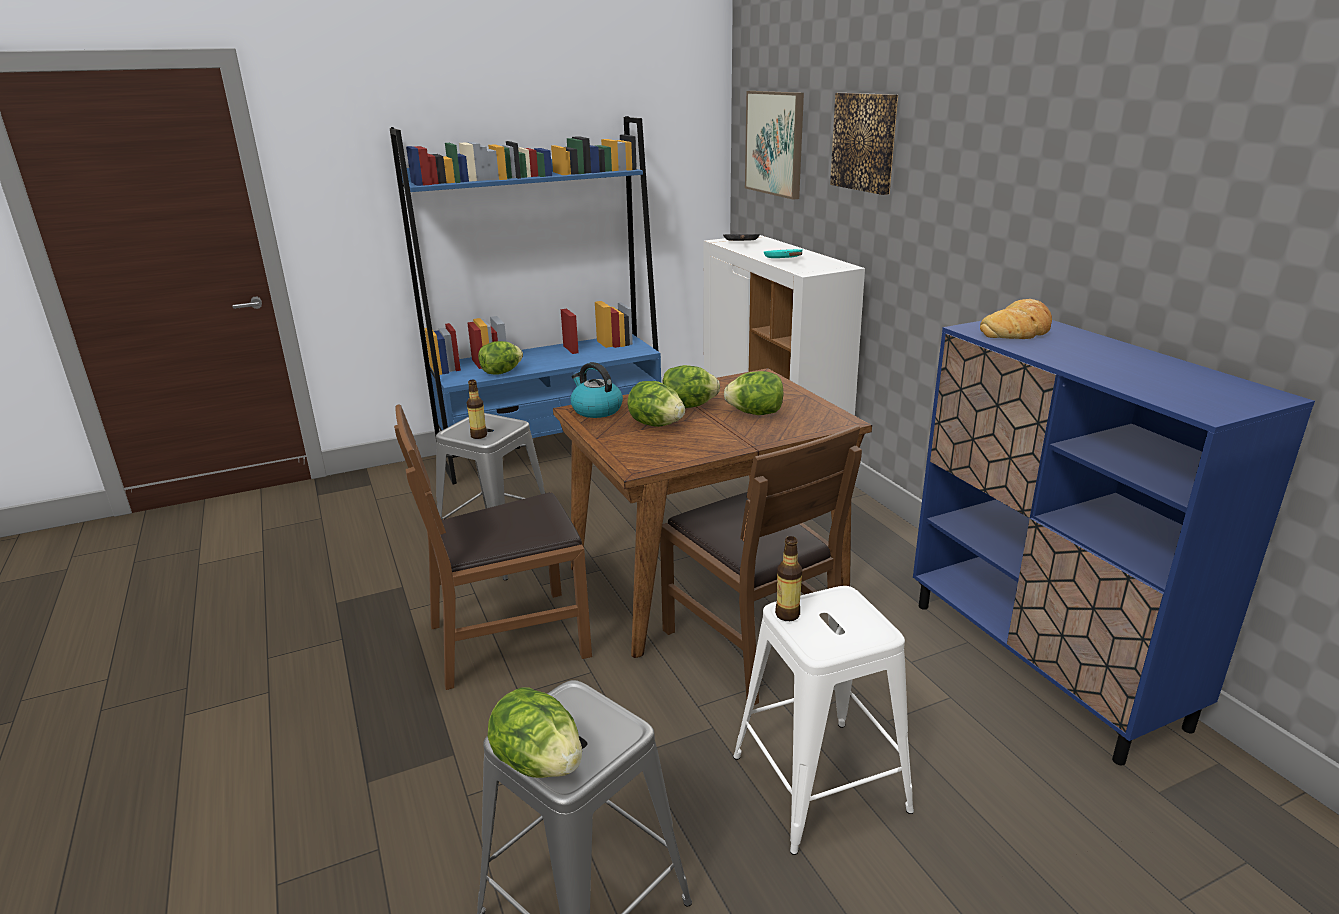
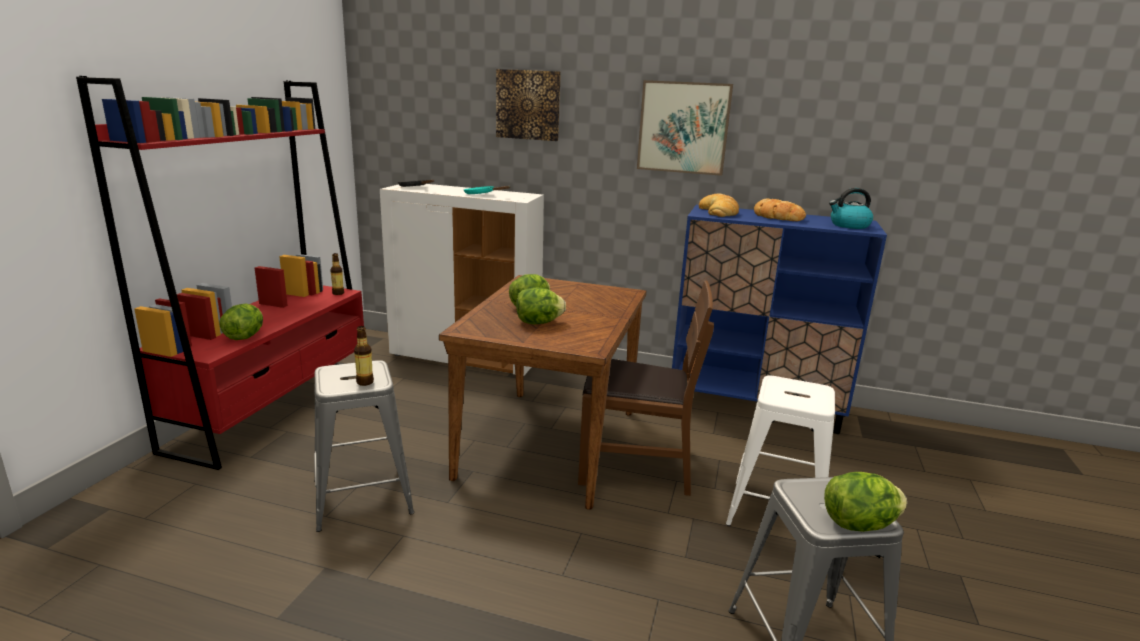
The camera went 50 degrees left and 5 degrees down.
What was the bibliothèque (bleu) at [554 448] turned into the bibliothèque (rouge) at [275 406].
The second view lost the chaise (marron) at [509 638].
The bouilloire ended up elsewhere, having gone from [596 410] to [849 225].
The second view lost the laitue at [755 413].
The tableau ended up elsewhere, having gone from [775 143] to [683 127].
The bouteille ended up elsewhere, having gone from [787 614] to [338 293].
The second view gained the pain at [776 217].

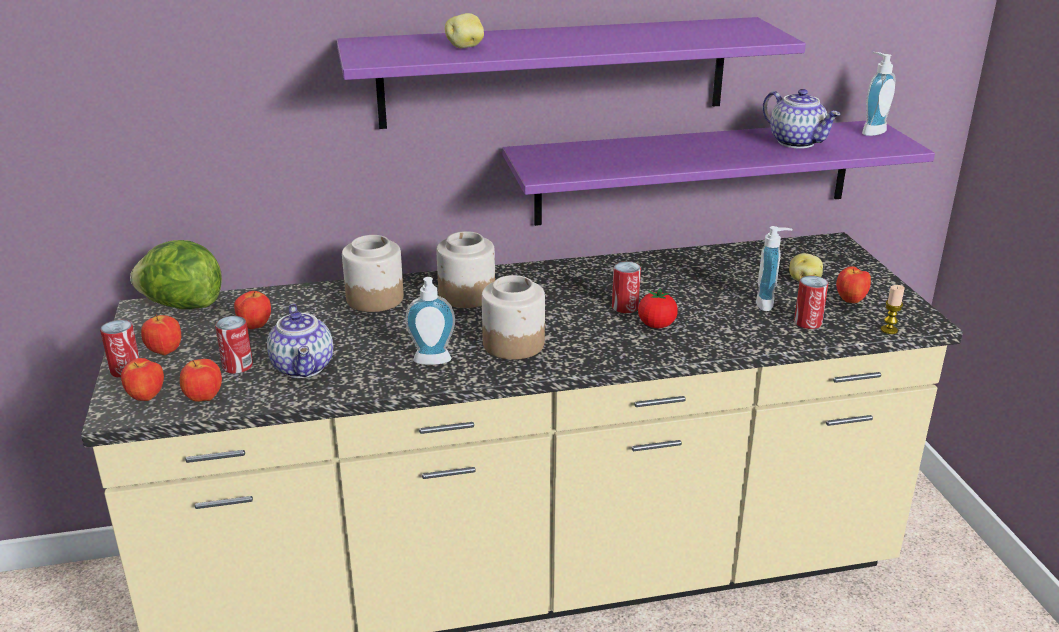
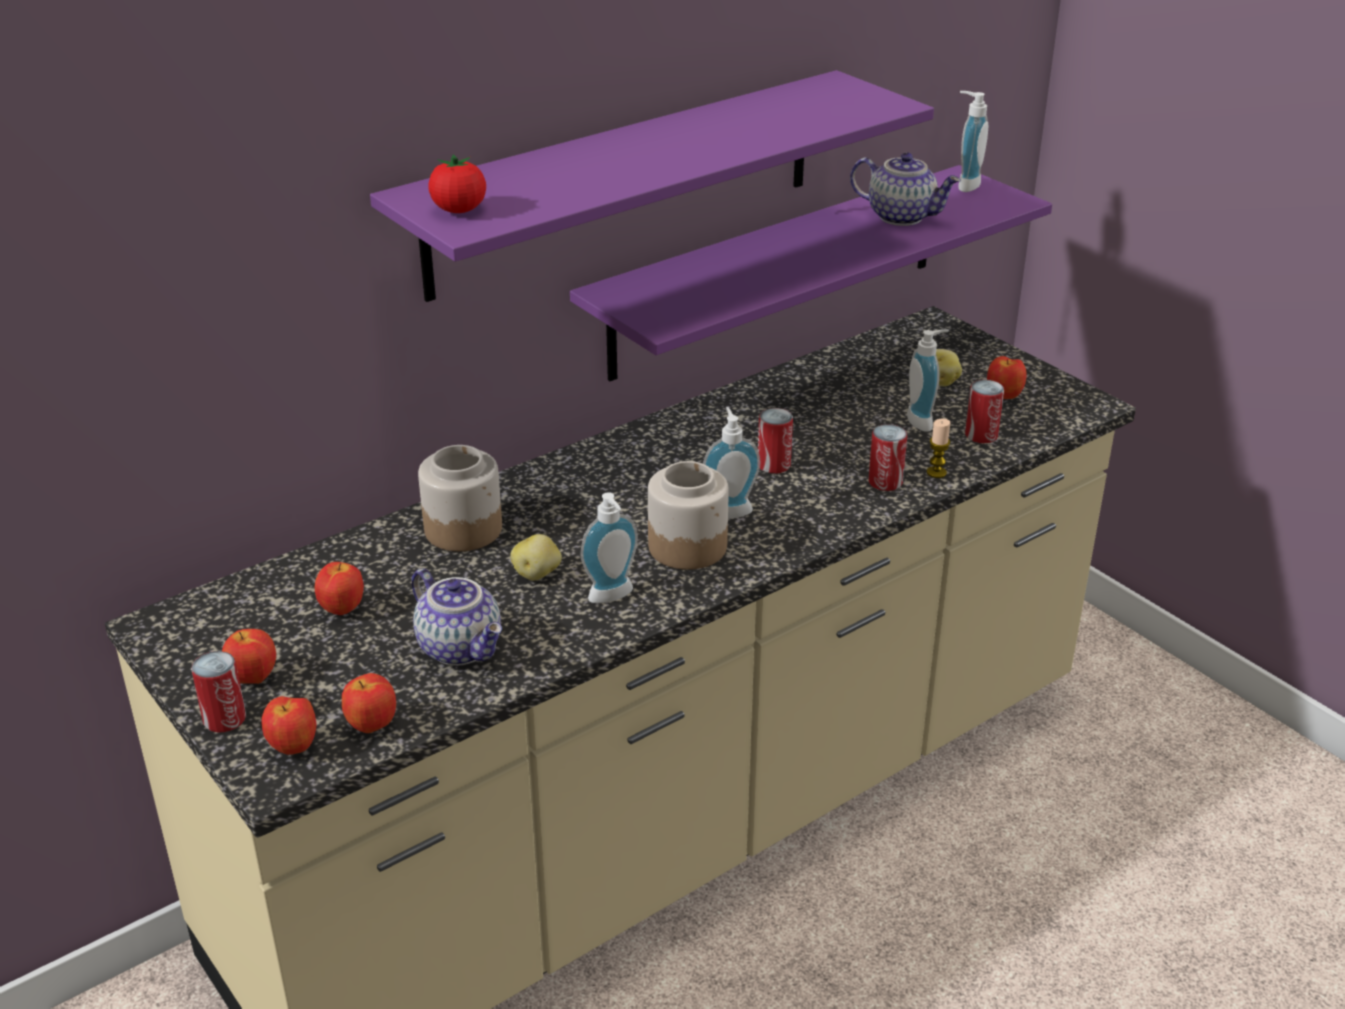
The camera went 25 degrees left and 5 degrees up.
The second view lost the laitue at [182 305].
The boîte métallique ended up elsewhere, having gone from [237 366] to [885 482].
The second view lost the bocal at [466 295].
The pomme de terre ended up elsewhere, having gone from [465 47] to [537 574].
The tomate ended up elsewhere, having gone from [656 325] to [459 210].
The bougie ended up elsewhere, having gone from [889 330] to [936 472].
The second view gained the distributeur de savon at [729 509].

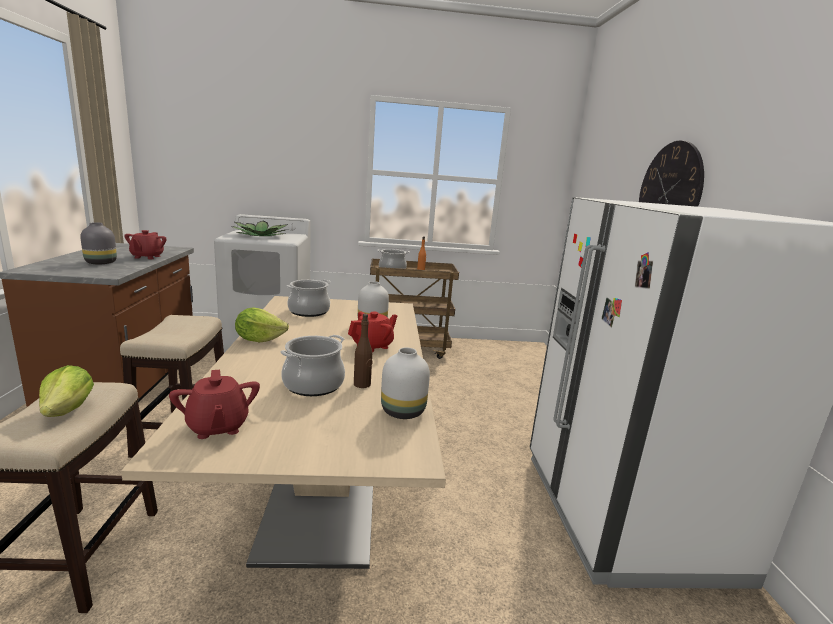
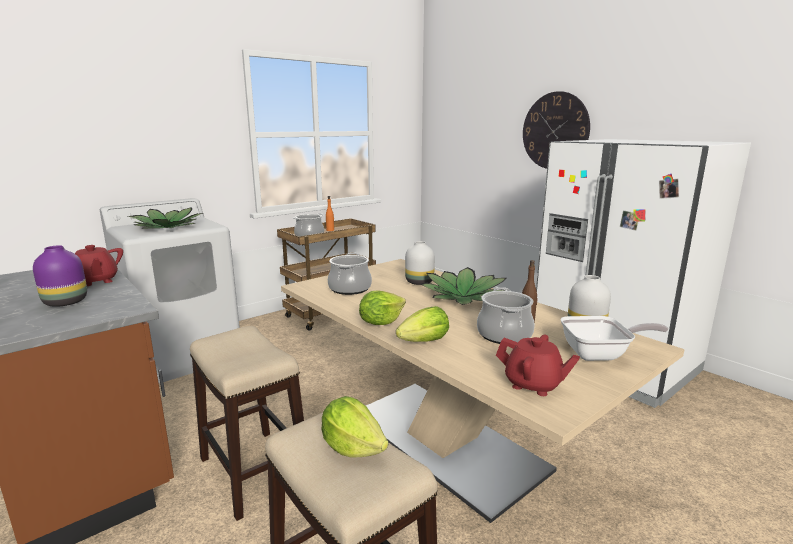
The camera went 35 degrees left and 0 degrees up.
What was the vase (gris) at [101 263] turned into the vase (violet) at [66 302].
Where the théière (rouge) stood at [373 346], the plante en pot came to stand at [464 297].
The second view gained the laitue at [424 342].
The second view gained the poêle at [600 354].

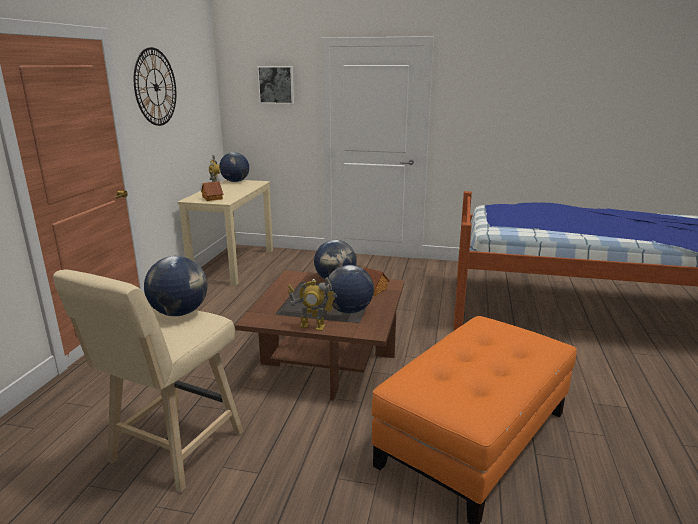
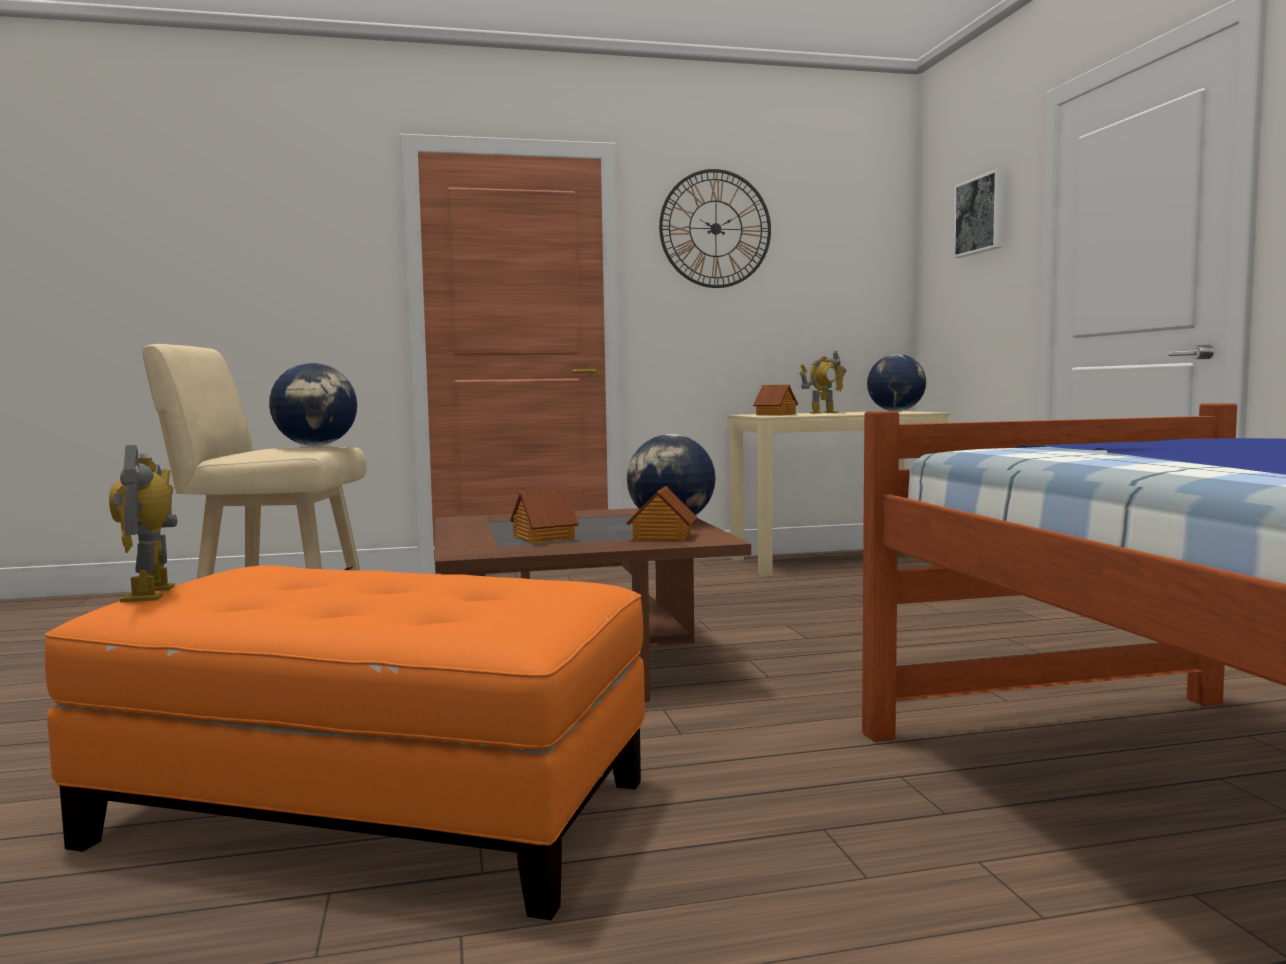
The camera went 65 degrees right and 15 degrees down.
The robot jouet ended up elsewhere, having gone from [312 326] to [151 594].
Where the globe stood at [349 311], the maison miniature came to stand at [543 538].

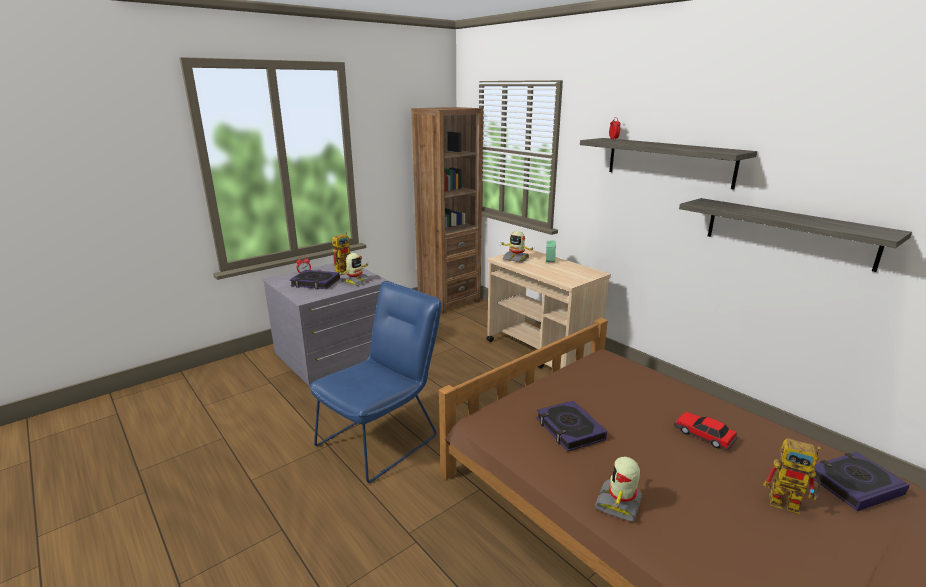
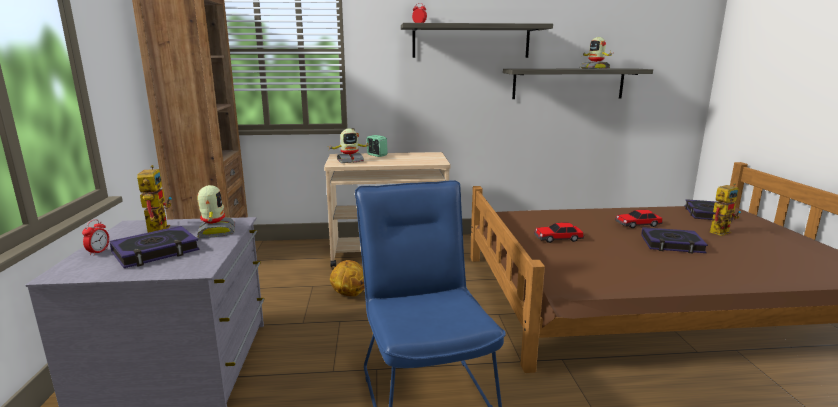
The camera went 55 degrees left and 5 degrees down.
The livre ended up elsewhere, having gone from [569 429] to [672 244].
The robot jouet ended up elsewhere, having gone from [619 504] to [594 68].
The second view gained the ballon de basket at [349 294].
The second view gained the petite voiture at [557 238].

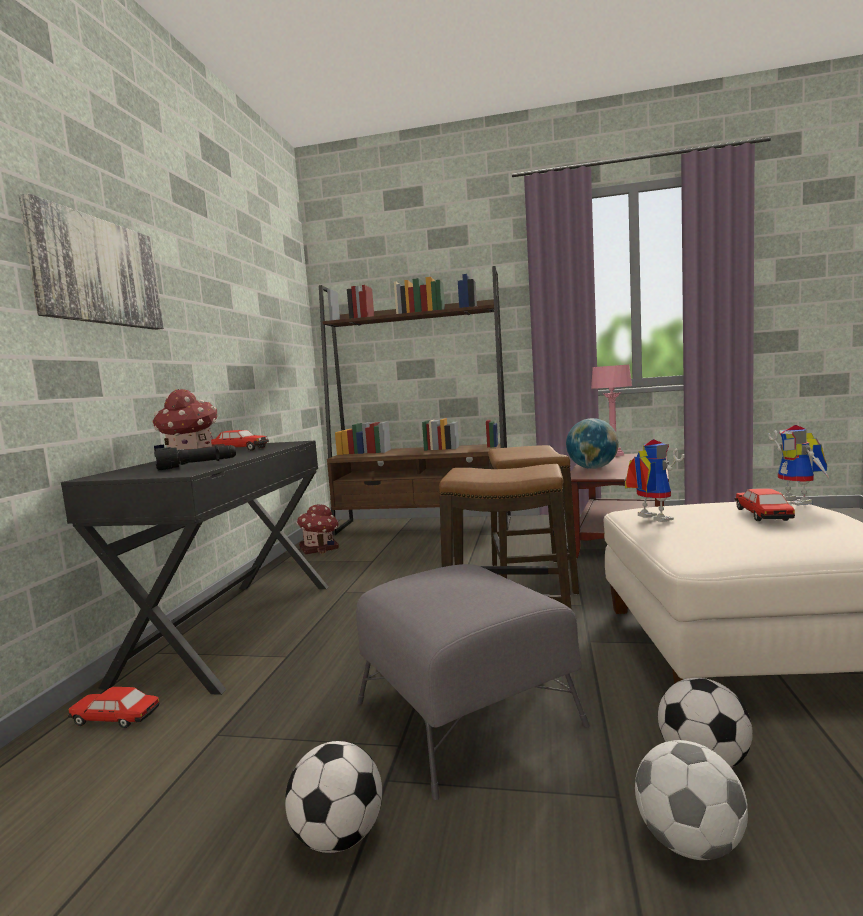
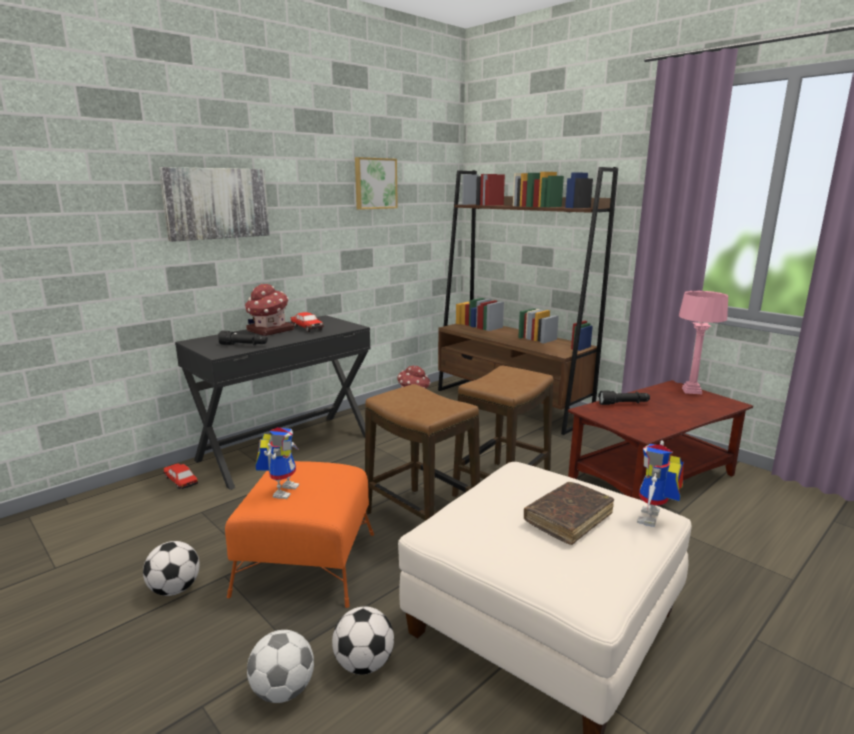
The camera went 35 degrees right and 10 degrees up.
What was the pouf (gris) at [466 712] turned into the pouf (orange) at [307 562].
Where the globe stood at [593 468], the lampe de poche (noir) came to stand at [623 404].
The robot jouet ended up elsewhere, having gone from [648 518] to [282 489].
Where the petite voiture stood at [762 515], the livre (marron) came to stand at [568 519].
The second view gained the tableau at [375 183].

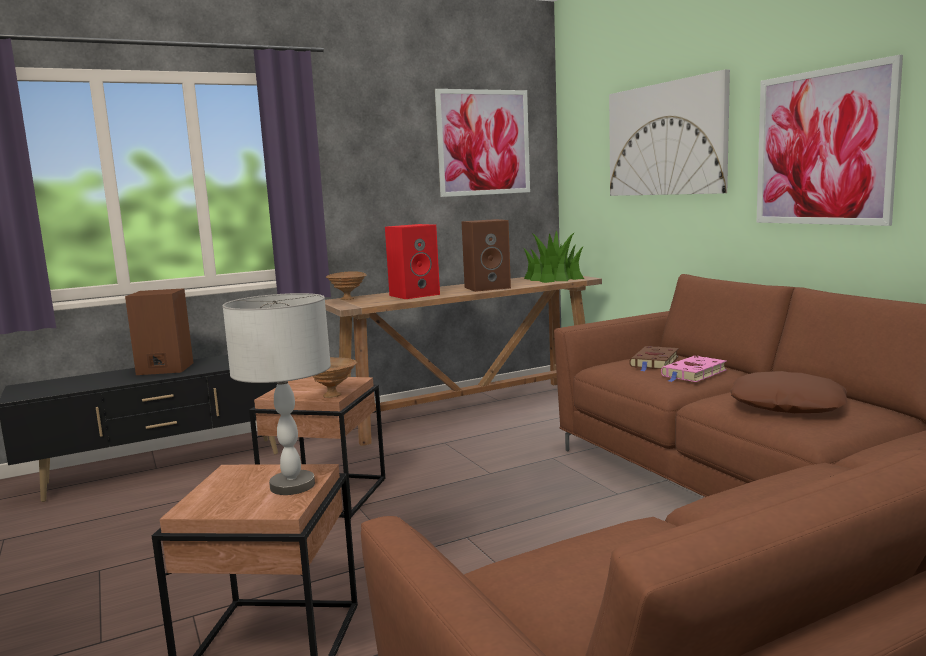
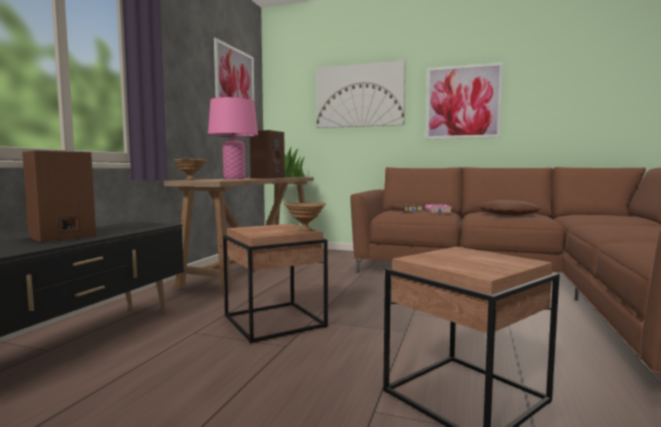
The camera went 45 degrees left and 5 degrees down.
The second view lost the lampe de table (gris) at [293 485].
Where the enceinte (rouge) stood at [415 295], the lampe de table (rose) came to stand at [234 179].

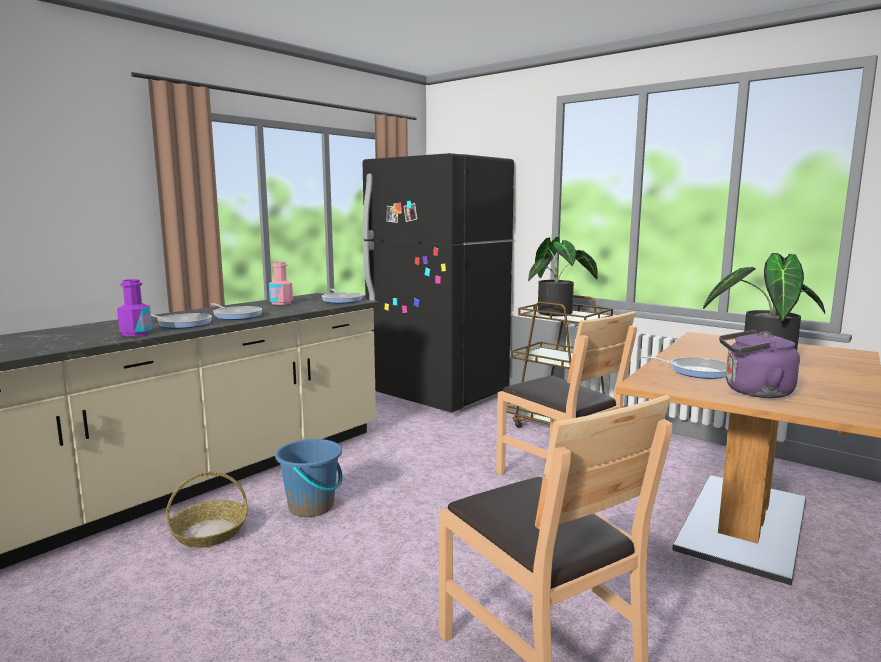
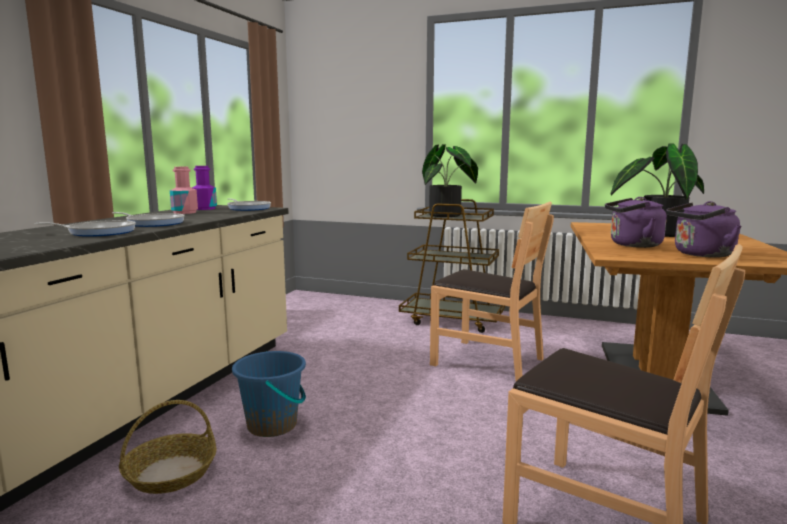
The camera went 20 degrees left and 0 degrees up.
The bouteille (violet) ended up elsewhere, having gone from [136 333] to [204 209].
The second view lost the réfrigérateur (noir) at [438 395].
Where the poêle stood at [696 371], the bouilloire (violet) came to stand at [632 245].

